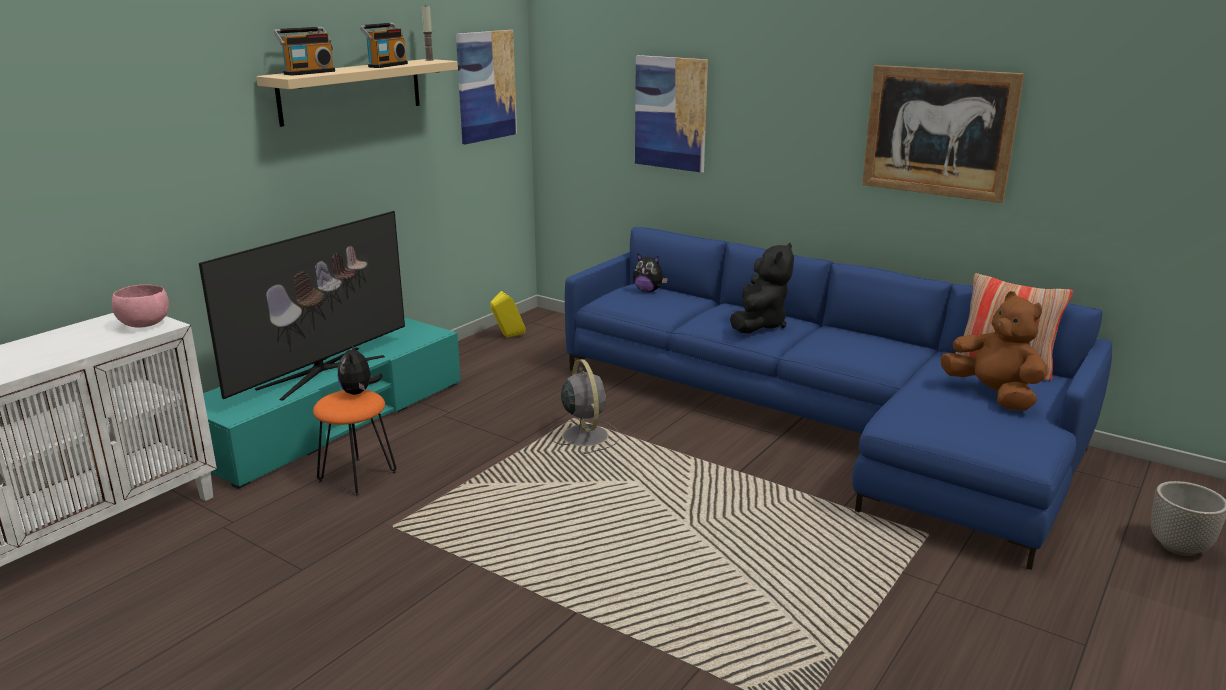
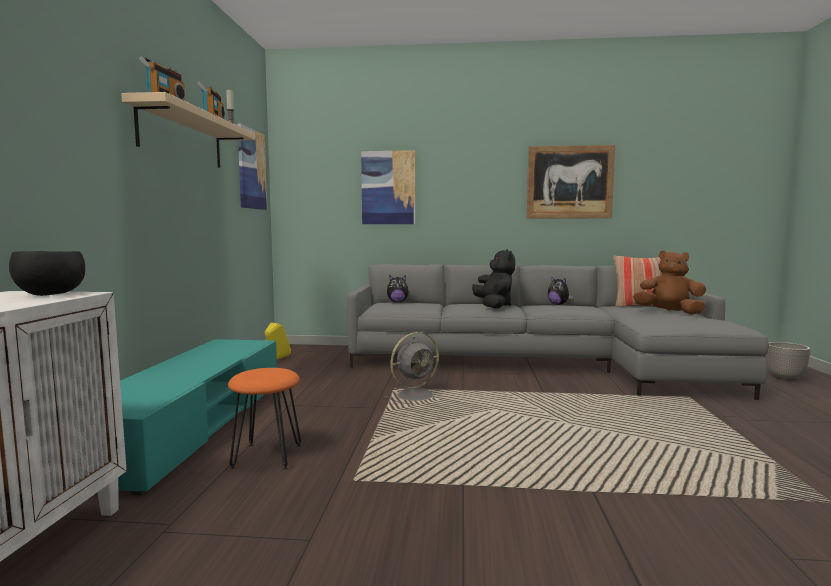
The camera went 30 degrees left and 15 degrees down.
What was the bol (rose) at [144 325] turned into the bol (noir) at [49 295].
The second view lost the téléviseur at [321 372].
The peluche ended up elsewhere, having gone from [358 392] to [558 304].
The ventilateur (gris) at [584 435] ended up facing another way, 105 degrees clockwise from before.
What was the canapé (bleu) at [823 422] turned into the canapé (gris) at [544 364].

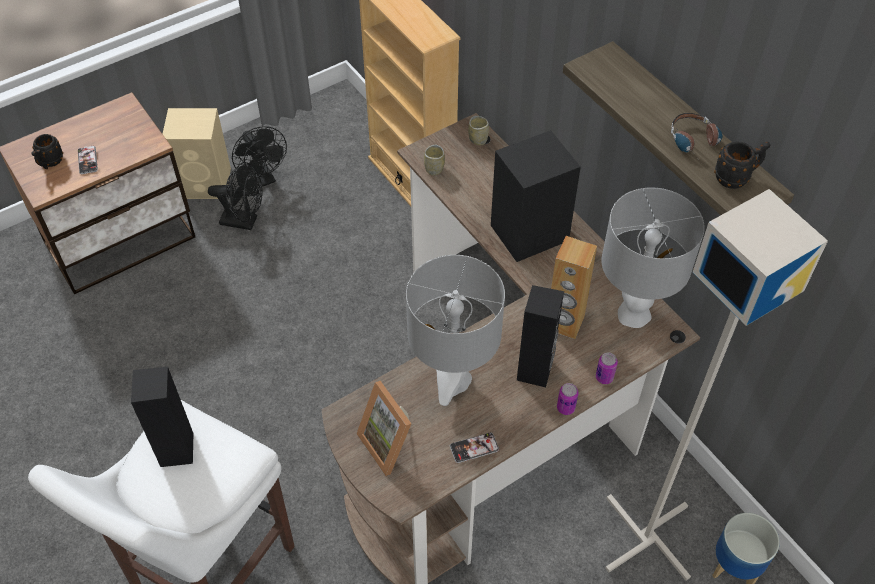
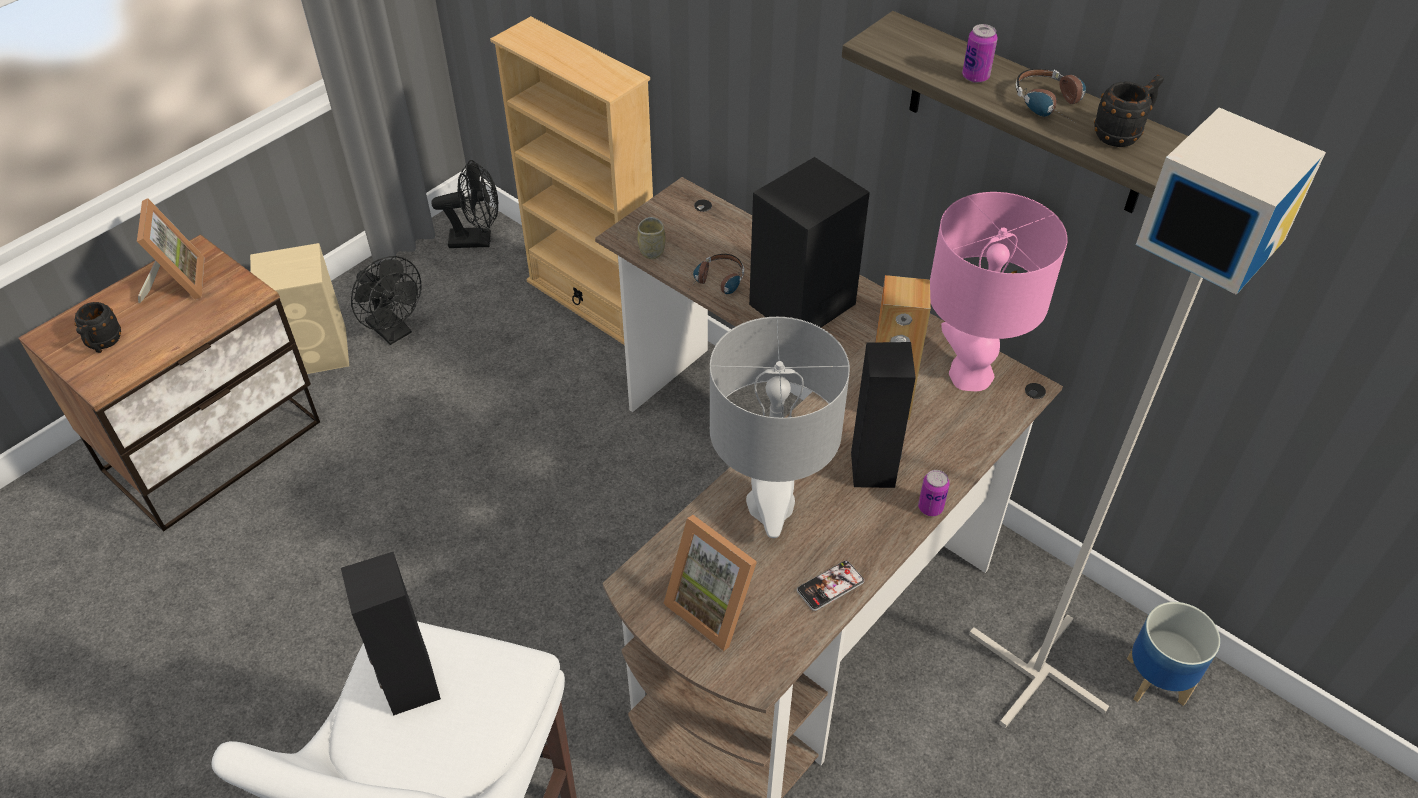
The camera went 15 degrees left and 5 degrees down.
The second view lost the téléphone at [87 160].
The ventilateur (noir) ended up elsewhere, having gone from [244 221] to [477 240].
The second view lost the tasse at [478 139].
The boîte métallique ended up elsewhere, having gone from [604 377] to [975 77].
What was the lampe de table (gris) at [633 313] turned into the lampe de table (rose) at [969 374].
The second view gained the cadre photo at [176 282].
The second view gained the casque audio at [716 284].

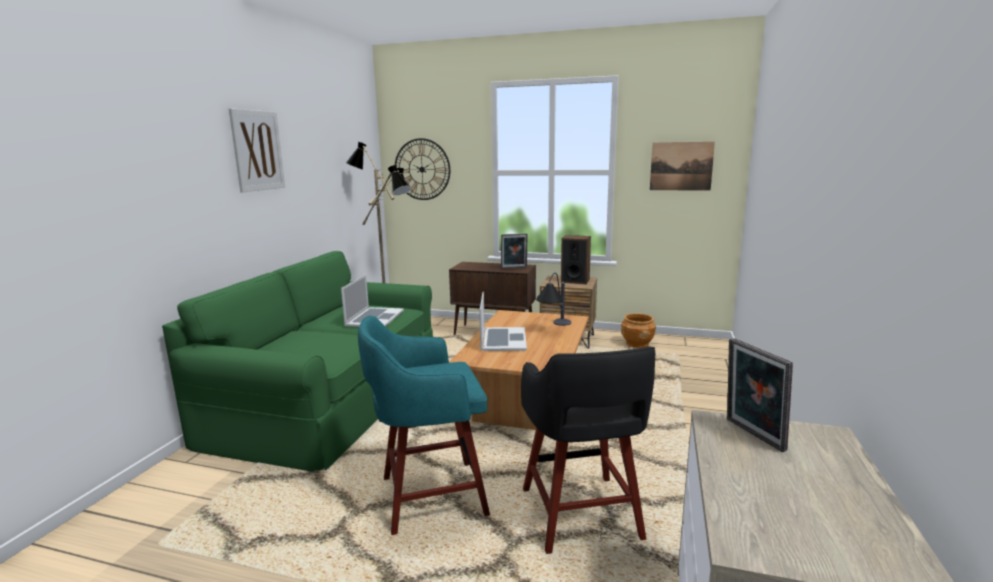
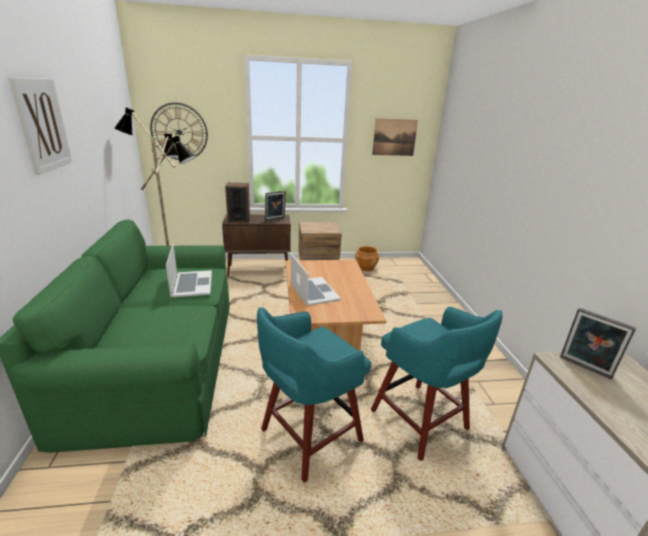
The camera went 25 degrees left and 10 degrees up.
What was the tabouret (noir) at [581 516] turned into the tabouret (turquoise) at [421 422].
The second view lost the lampe de table at [554 328].
The enceinte ended up elsewhere, having gone from [575 281] to [239 220].

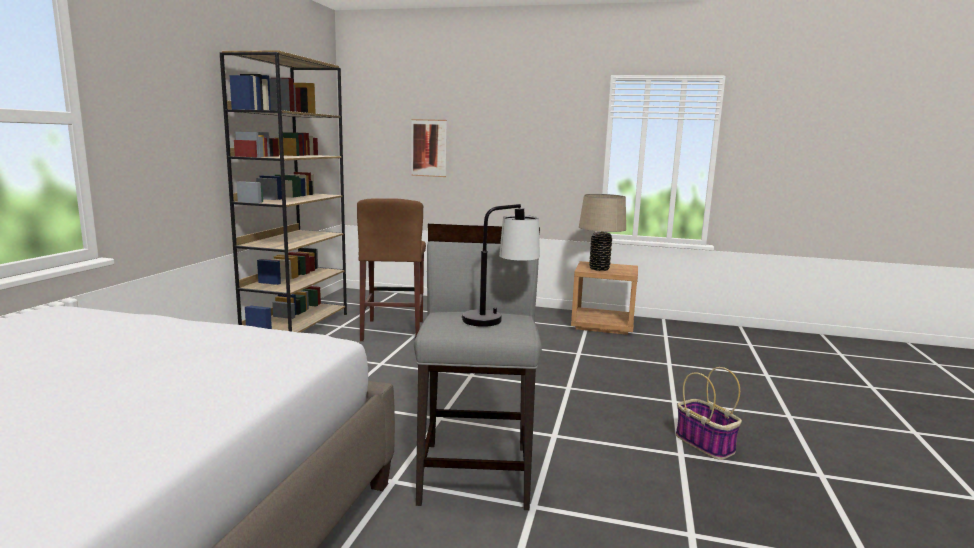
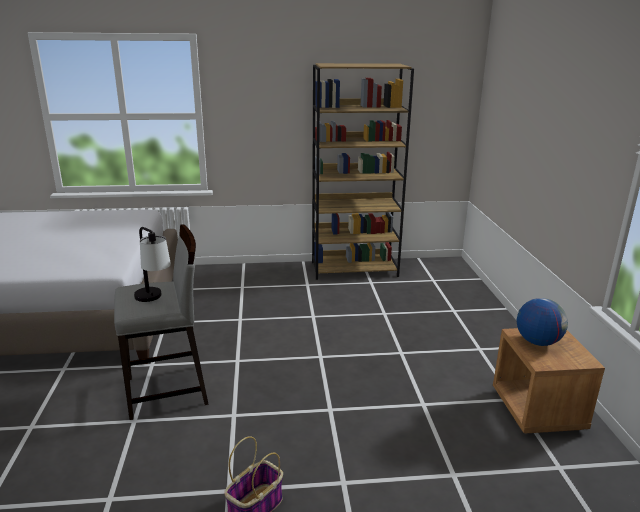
The camera went 70 degrees right and 10 degrees up.
The second view lost the tabouret (marron) at [393 330].
The second view lost the tableau at [429 148].
Where the lampe de table (beige) stood at [599 268], the globe came to stand at [537 342].

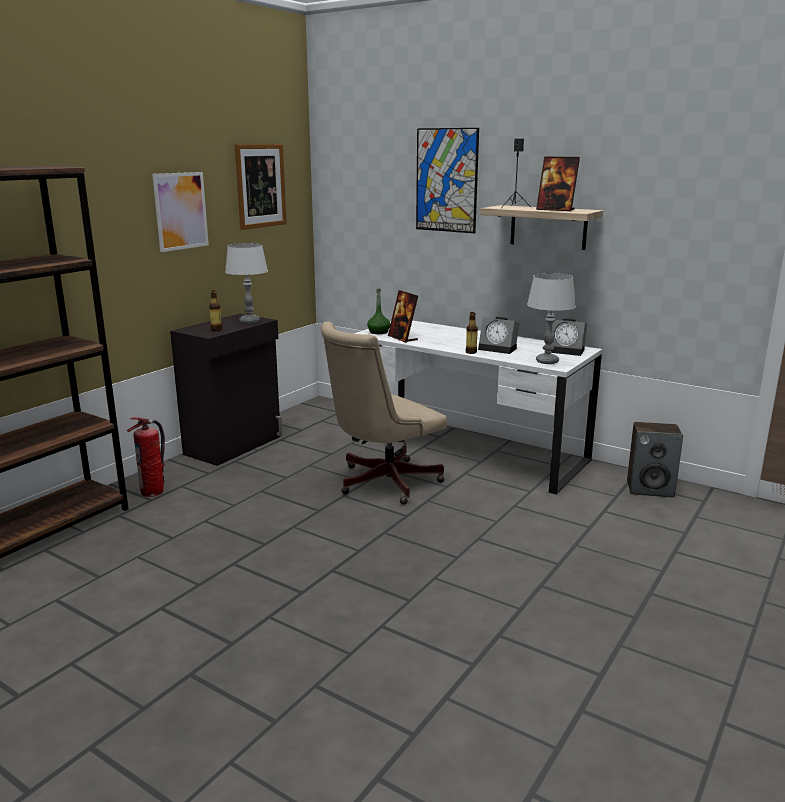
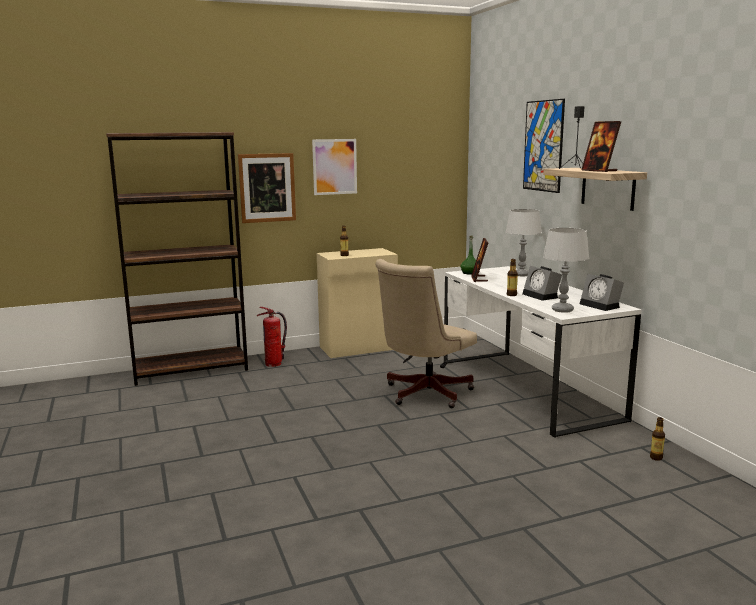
The camera went 35 degrees right and 5 degrees down.
What was the meuble de rangement (noir) at [235 445] turned into the meuble de rangement (beige) at [359 348].
The lampe de table (gris) ended up elsewhere, having gone from [250 321] to [521 275].
The tableau ended up elsewhere, having gone from [260 186] to [267 188].
The chaise de bureau (beige) at [382 483] ended up facing another way, 45 degrees counterclockwise from before.
Where the enceinte stood at [650 489], the bouteille came to stand at [656 458].

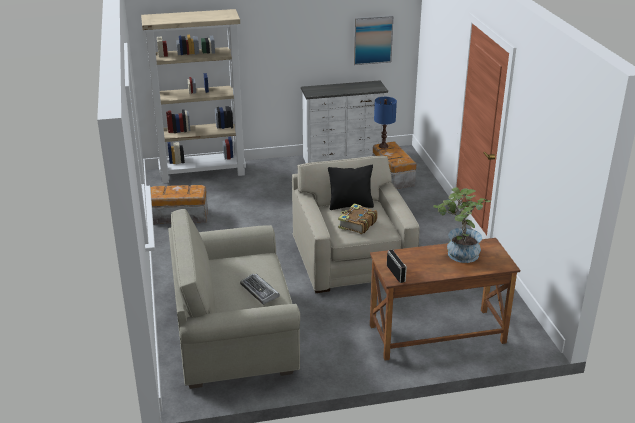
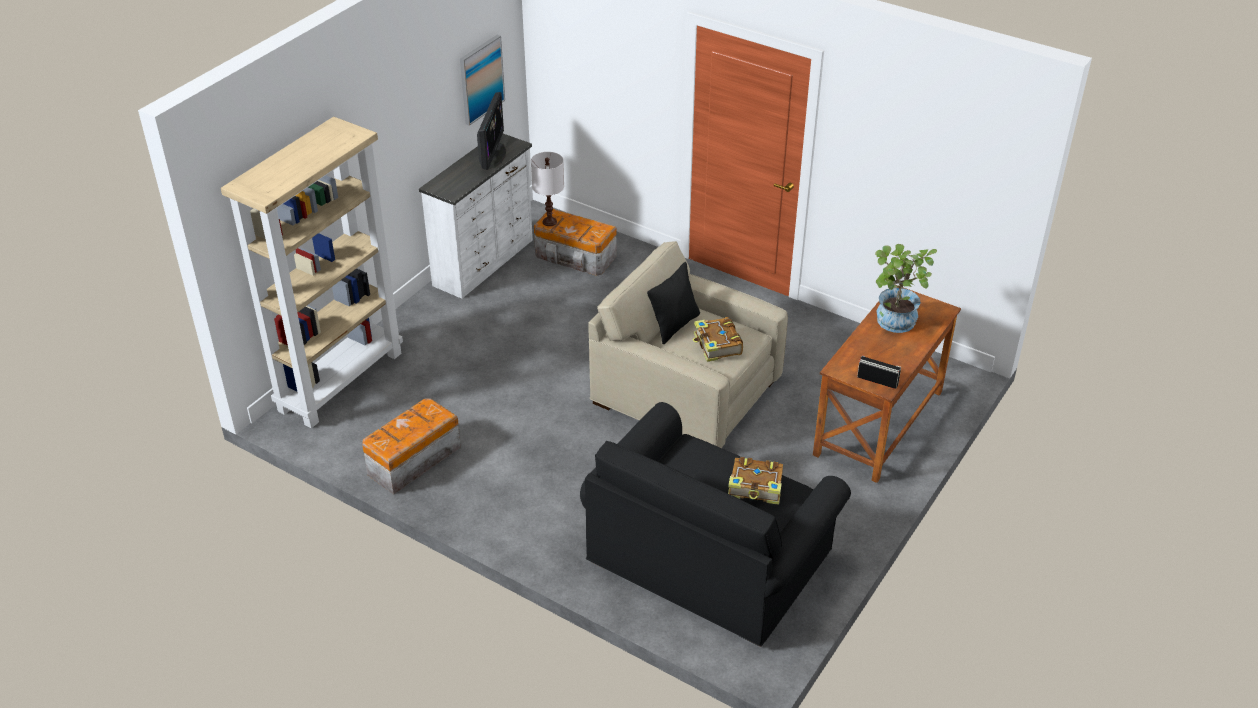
The camera went 45 degrees left and 10 degrees up.
What was the canapé (beige) at [234 334] turned into the canapé (noir) at [708 558].
Where the clavier stood at [260 291], the livre came to stand at [756 487].
What was the lampe de table (bleu) at [383 146] turned into the lampe de table (blanc) at [549 222].
The second view gained the écran d'ordinateur at [492 155].

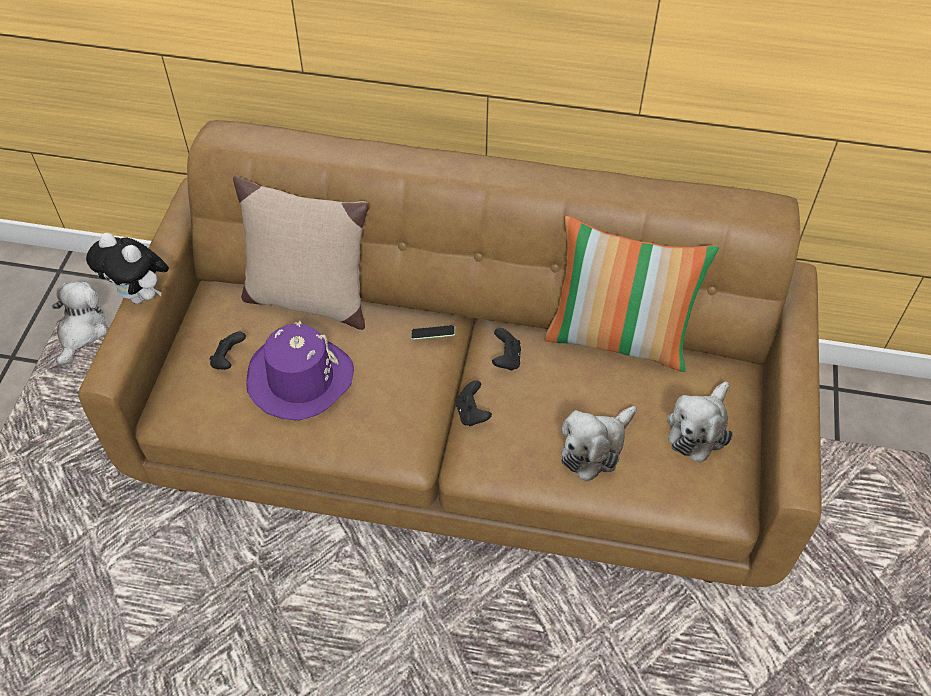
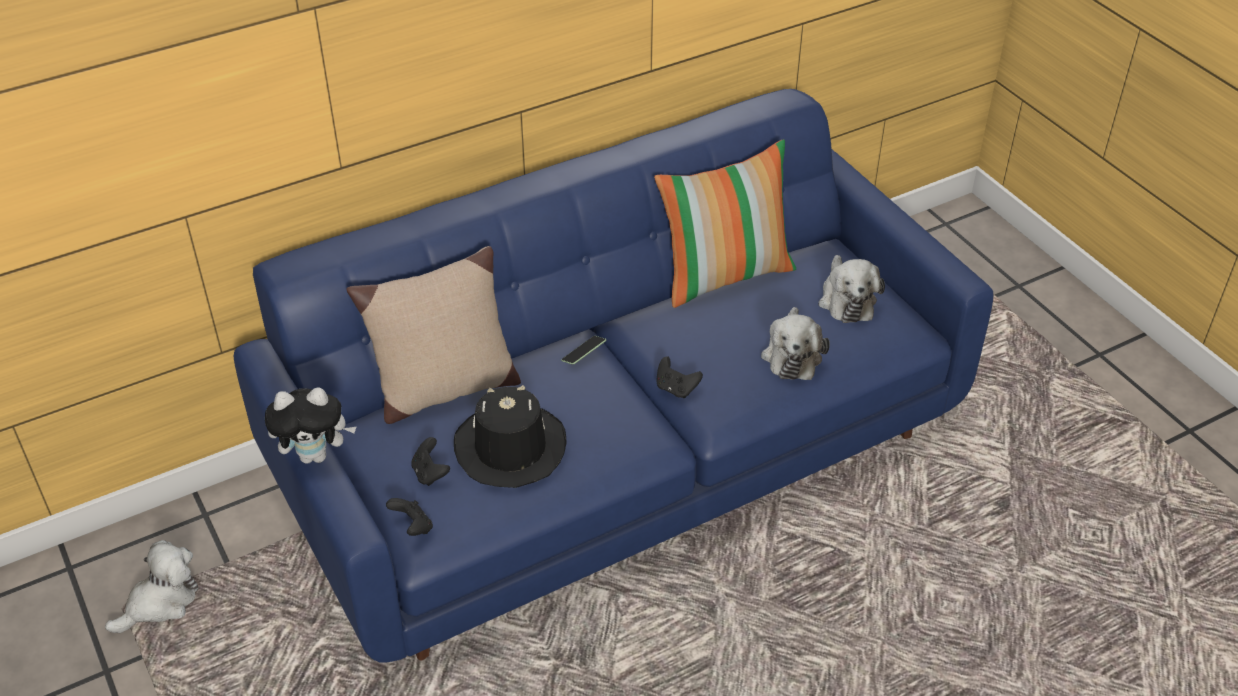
The camera went 40 degrees left and 10 degrees down.
The peluche at [81 332] ended up facing another way, 75 degrees clockwise from before.
What was the canapé (marron) at [465 429] turned into the canapé (bleu) at [619 452].
What was the chapeau (violet) at [299 378] turned into the chapeau (noir) at [510 448].
The manette (noir) ended up elsewhere, having gone from [506 359] to [413 527].

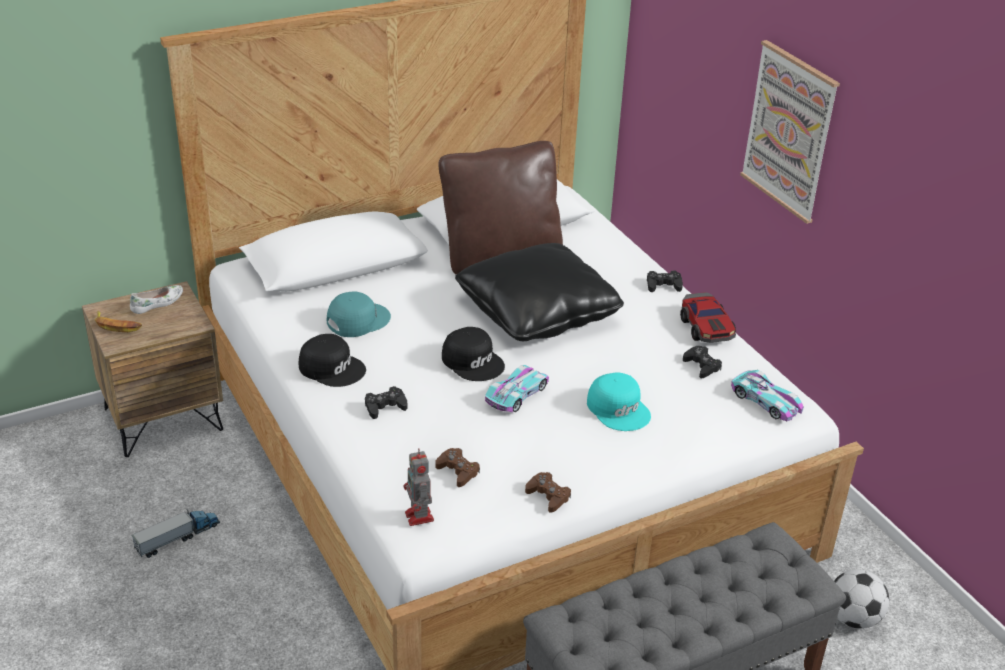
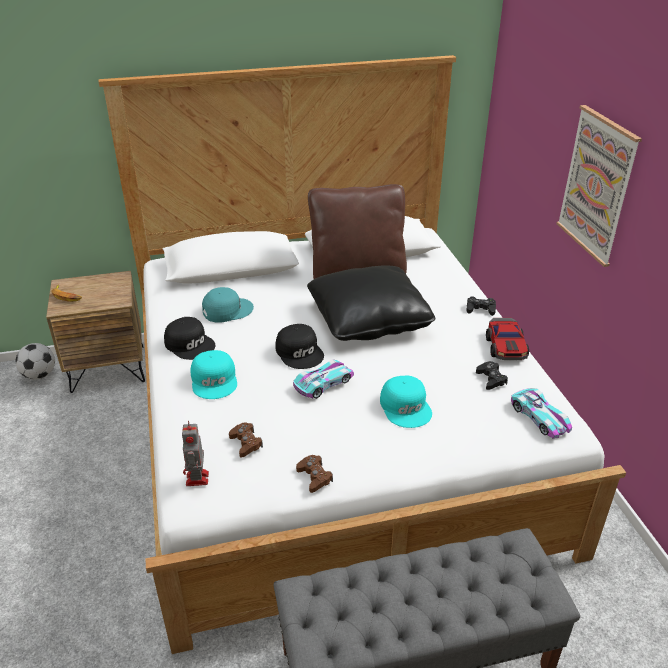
The camera went 15 degrees right and 0 degrees up.
The second view lost the chaussure (blanc) at [158 303].
The second view lost the camion jouet at [178 538].
Where the manette (noir) stood at [385 406], the casquette (turquoise) came to stand at [215 380].
The ballon de foot ended up elsewhere, having gone from [853 618] to [39 375].

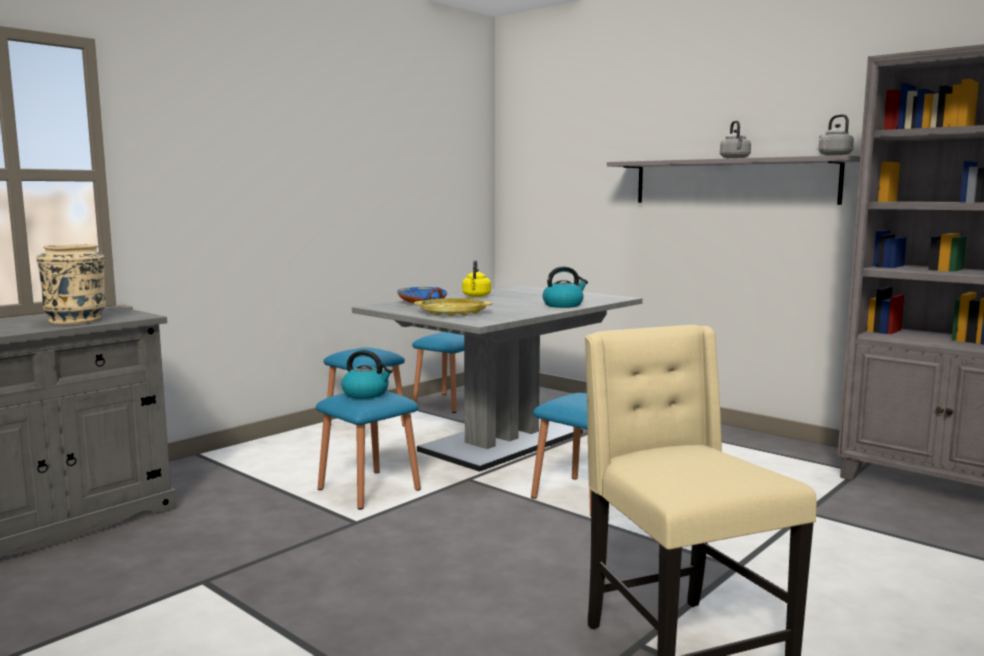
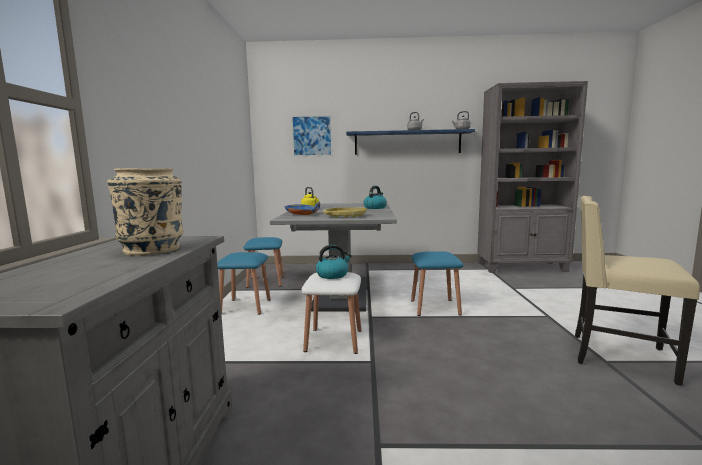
The camera went 40 degrees left and 0 degrees up.
What was the tabouret (bleu) at [369 489] turned into the tabouret (blanc) at [334 340].
What was the étagère (gris) at [732 181] turned into the étagère (bleu) at [407 143].
The second view gained the tableau at [312 136].

